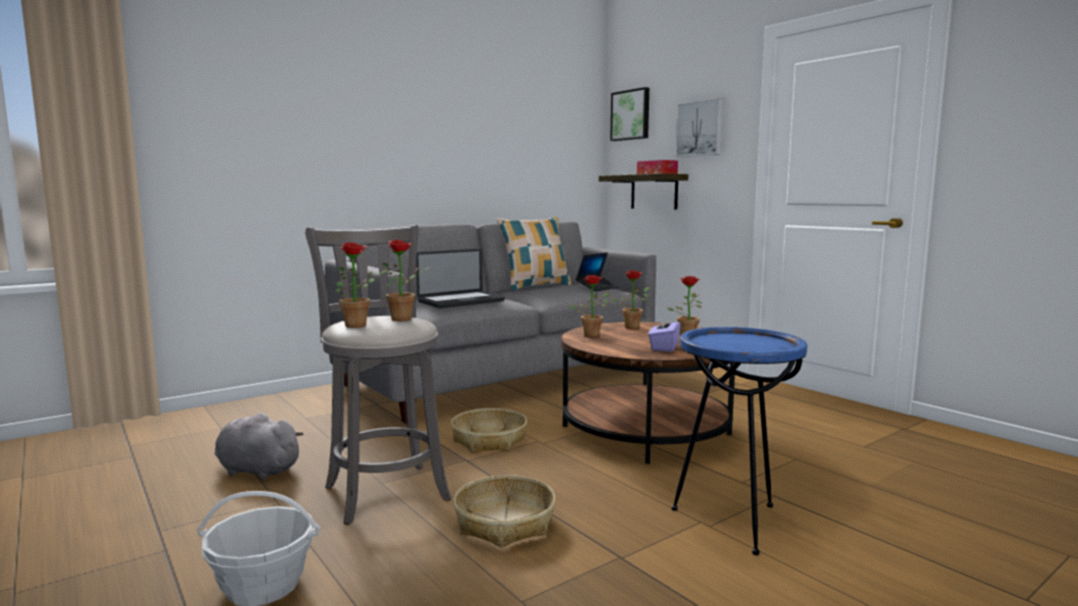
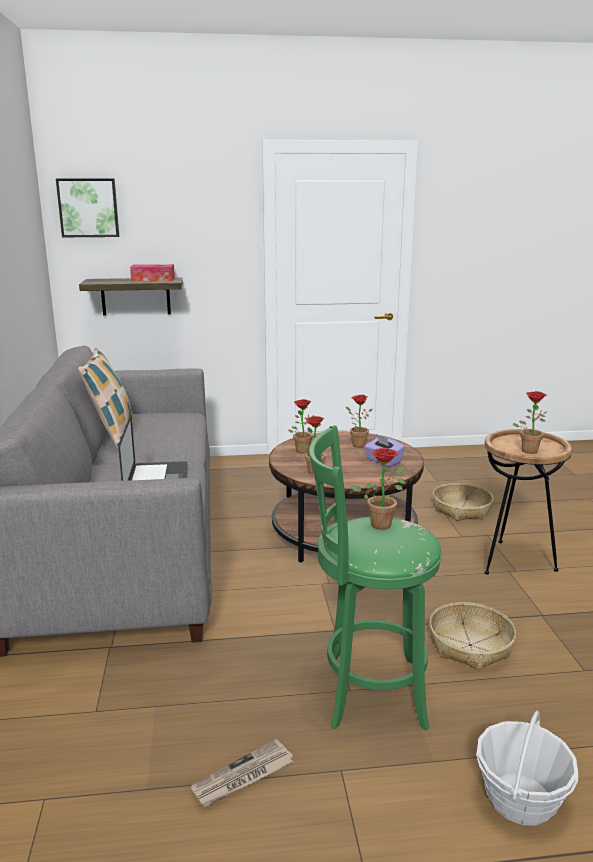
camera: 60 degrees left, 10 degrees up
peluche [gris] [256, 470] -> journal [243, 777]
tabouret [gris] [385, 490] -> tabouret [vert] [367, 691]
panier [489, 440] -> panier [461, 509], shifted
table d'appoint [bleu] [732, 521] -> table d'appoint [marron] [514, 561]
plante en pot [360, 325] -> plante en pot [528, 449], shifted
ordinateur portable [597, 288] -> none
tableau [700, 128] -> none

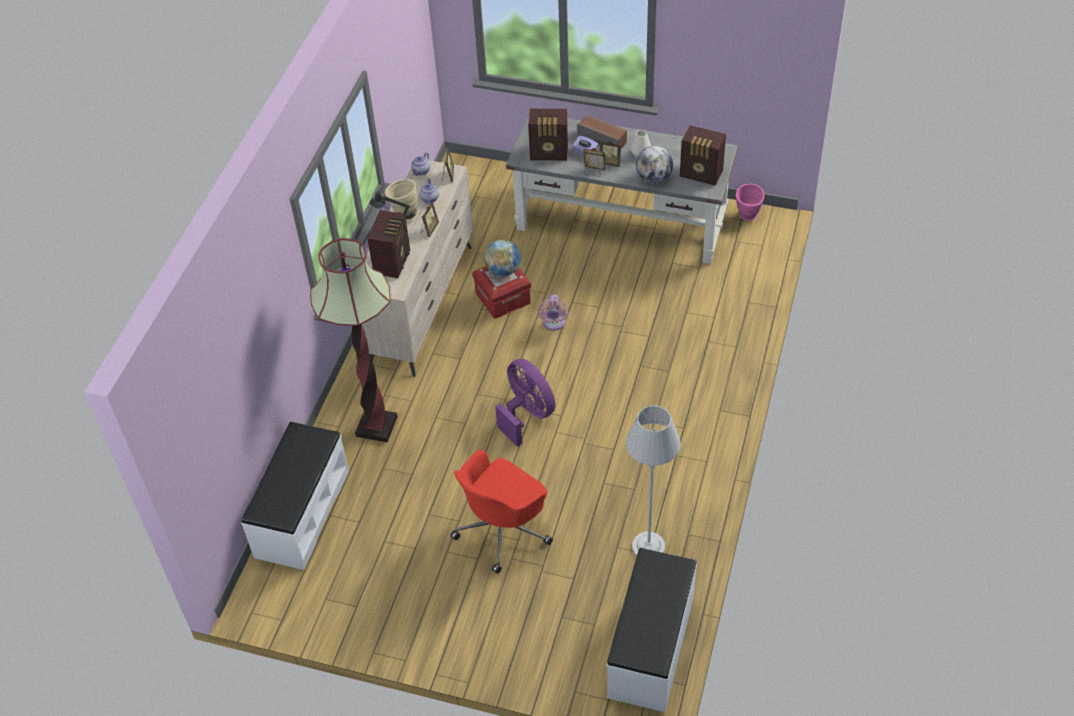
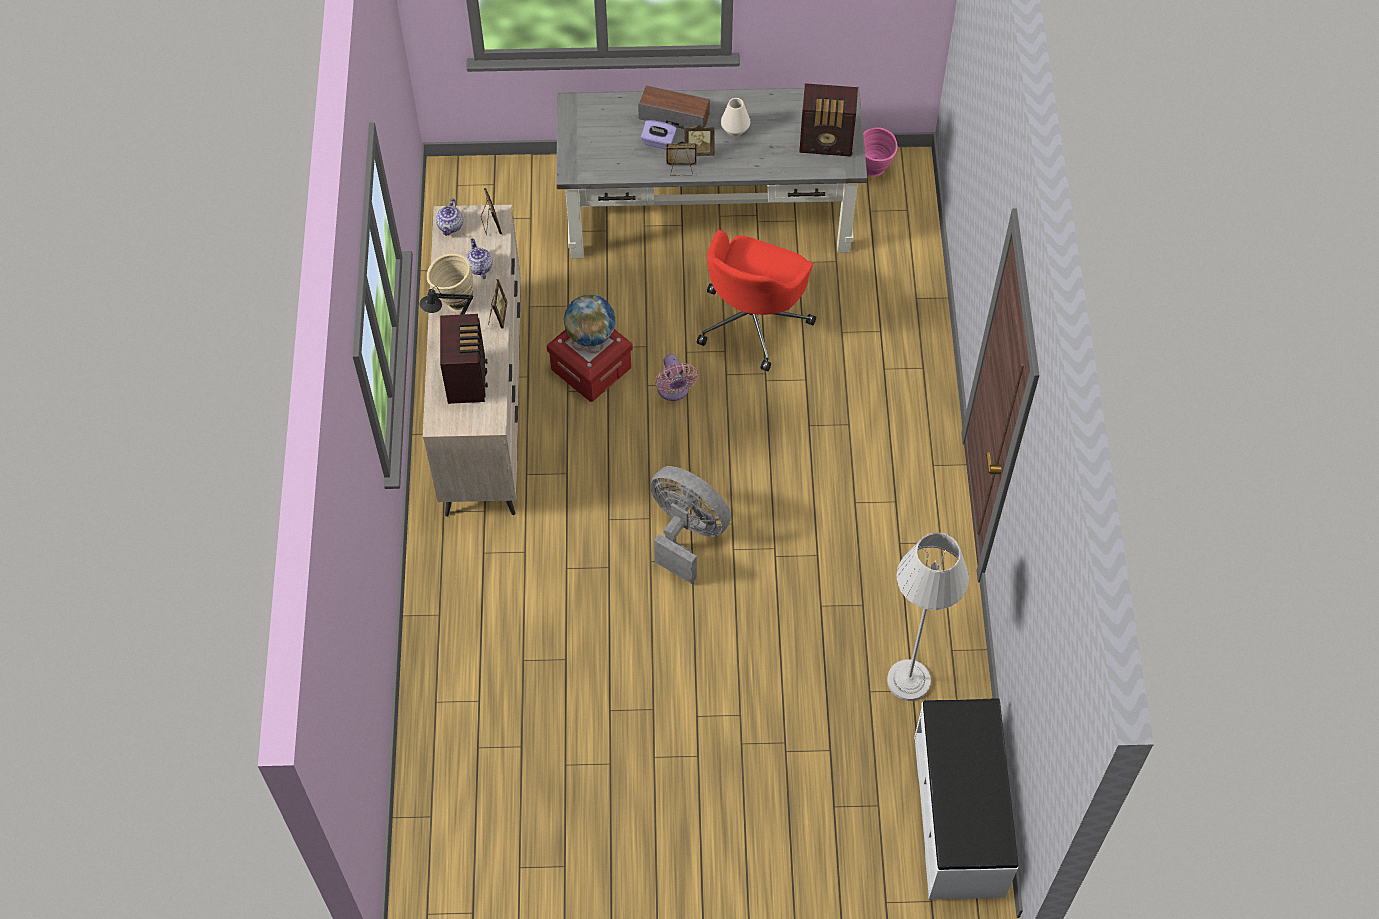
camera: 20 degrees left, 10 degrees up
ventilateur [violet] [527, 414] -> ventilateur [gris] [686, 533]
chaise de bureau [rouge] [503, 530] -> chaise de bureau [rouge] [754, 320], shifted
banc [blanc] [301, 513] -> none
lampadaire [377, 426] -> none
radio [550, 153] -> none
globe [654, 178] -> none

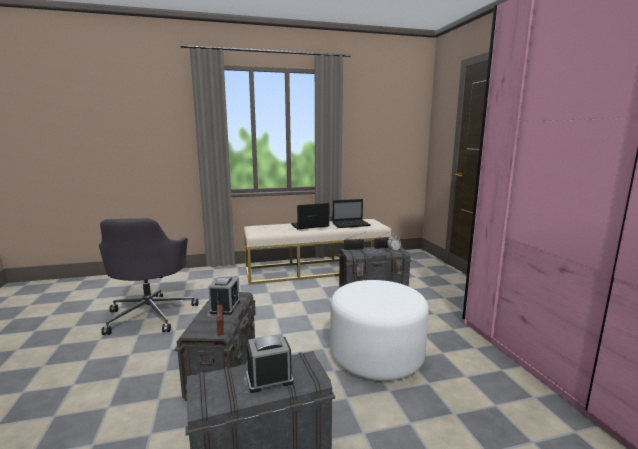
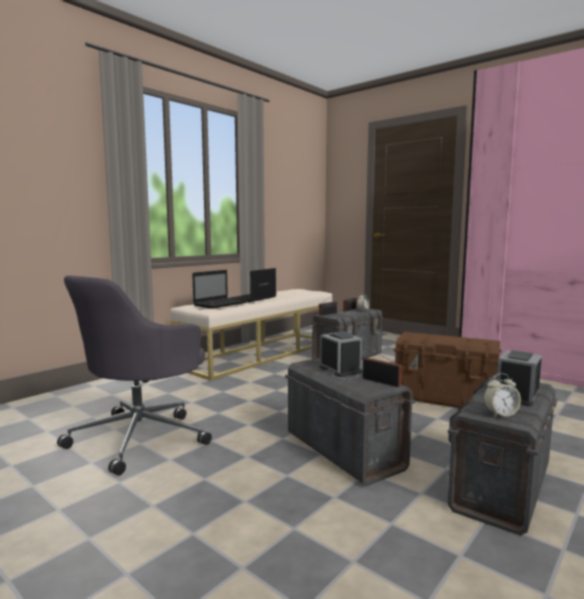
camera: 35 degrees left, 5 degrees down
chaise de bureau [gris] [151, 314] -> chaise de bureau [gris] [141, 437], 75 degrees clockwise
ordinateur portable [351, 224] -> ordinateur portable [221, 304], shifted
pouf [blanc] [376, 355] -> boîte de rangement [marron] [445, 399]
none -> réveil [500, 414]

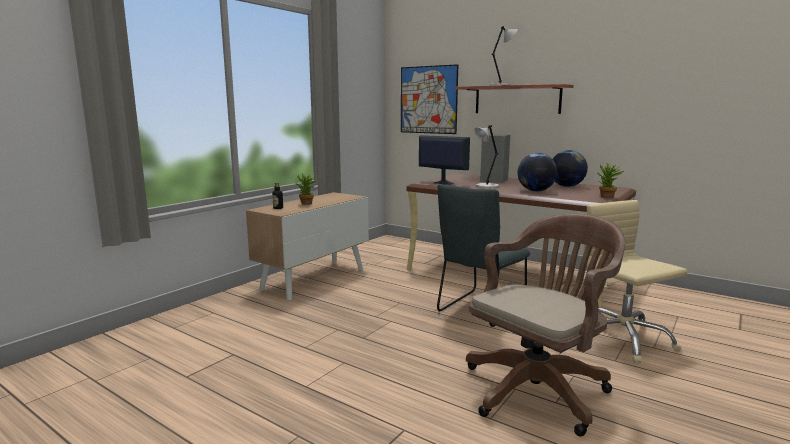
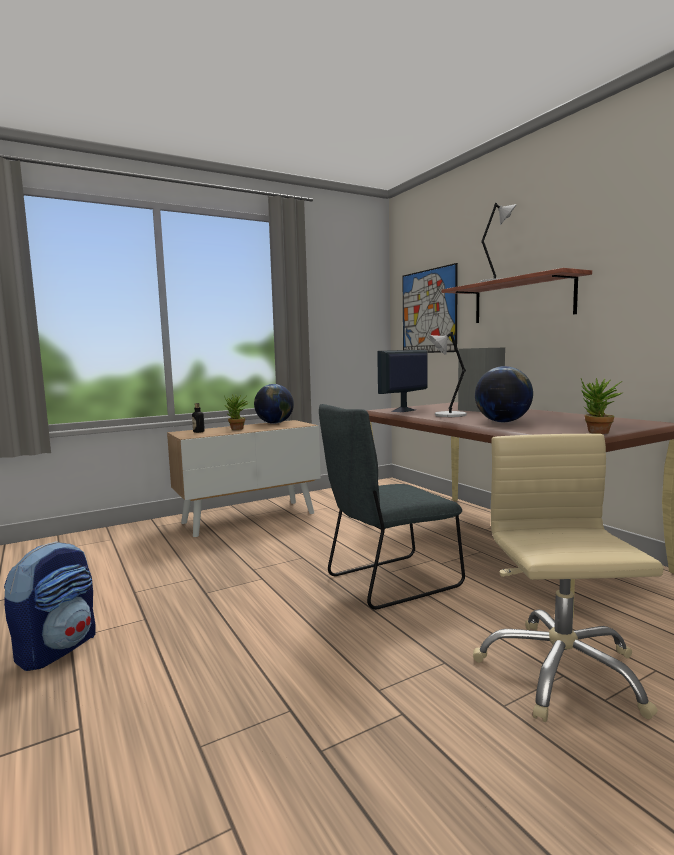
camera: 25 degrees right, 5 degrees down
none -> sac à dos [58, 648]
globe [566, 186] -> globe [274, 423], shifted
écran d'ordinateur [442, 183] -> écran d'ordinateur [403, 410], 105 degrees counterclockwise
chaise de bureau [marron] [539, 388] -> none

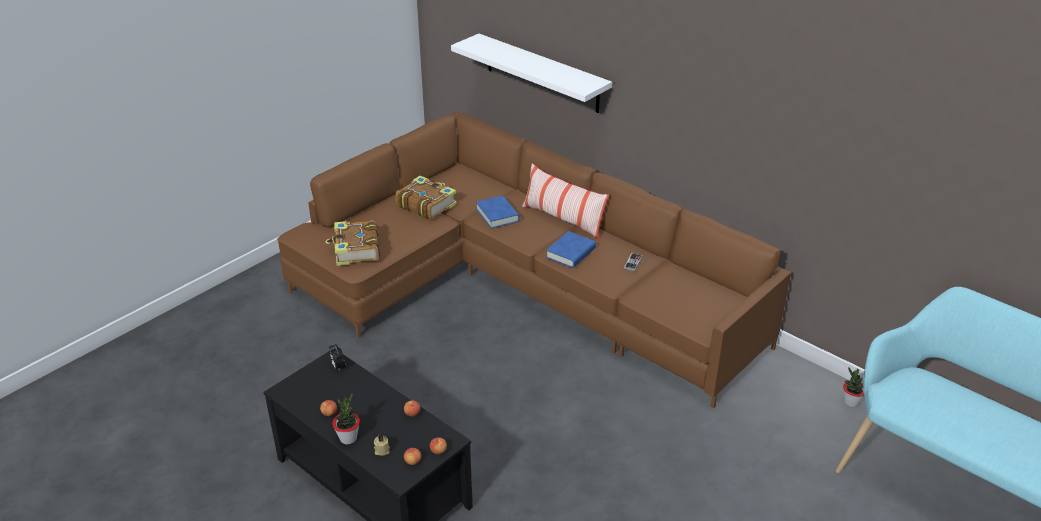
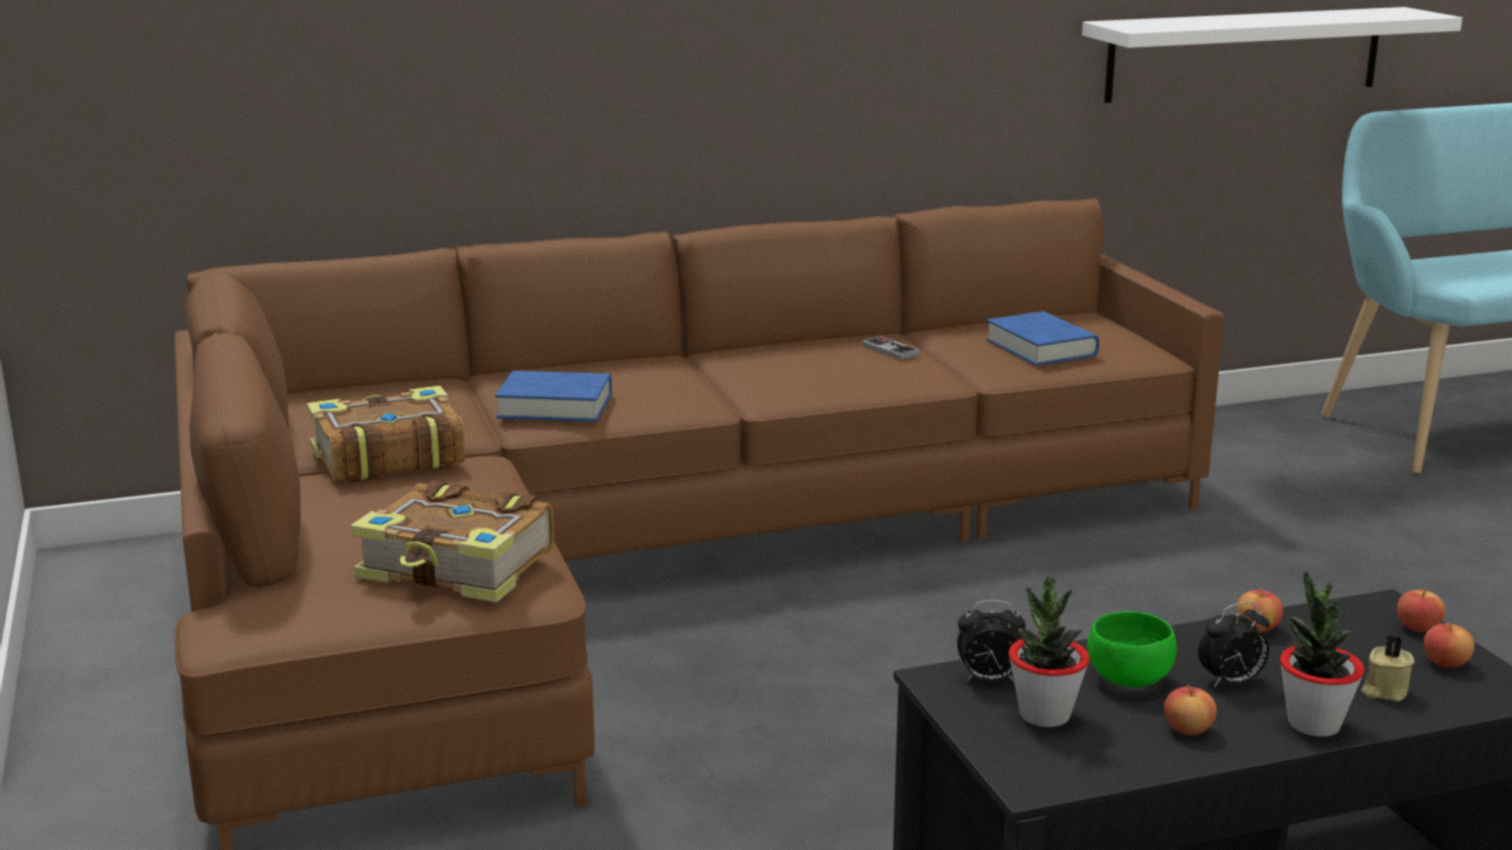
camera: 60 degrees left, 15 degrees down
livre [bleu] [570, 253] -> livre [bleu] [1041, 348], shifted
plante en pot [851, 402] -> plante en pot [1044, 715], shifted
étagère [blanc] [542, 73] -> étagère [blanc] [1244, 54], shifted
none -> bol [vert] [1125, 680]
none -> réveil [1231, 682]
coussin [563, 219] -> none

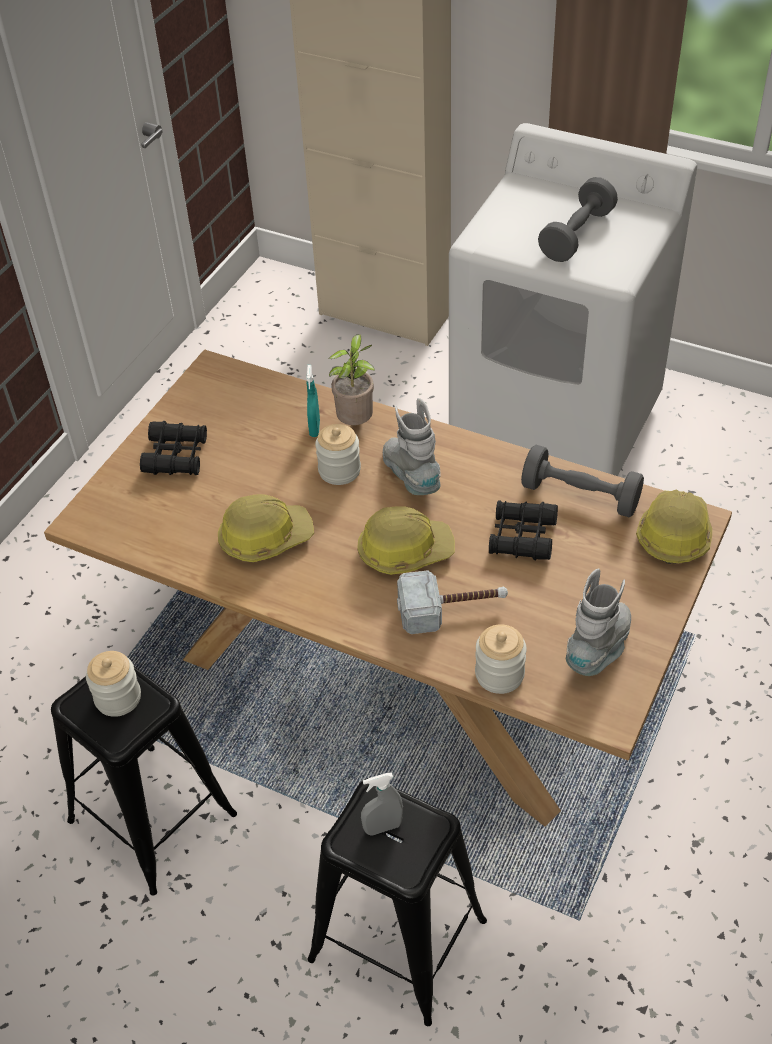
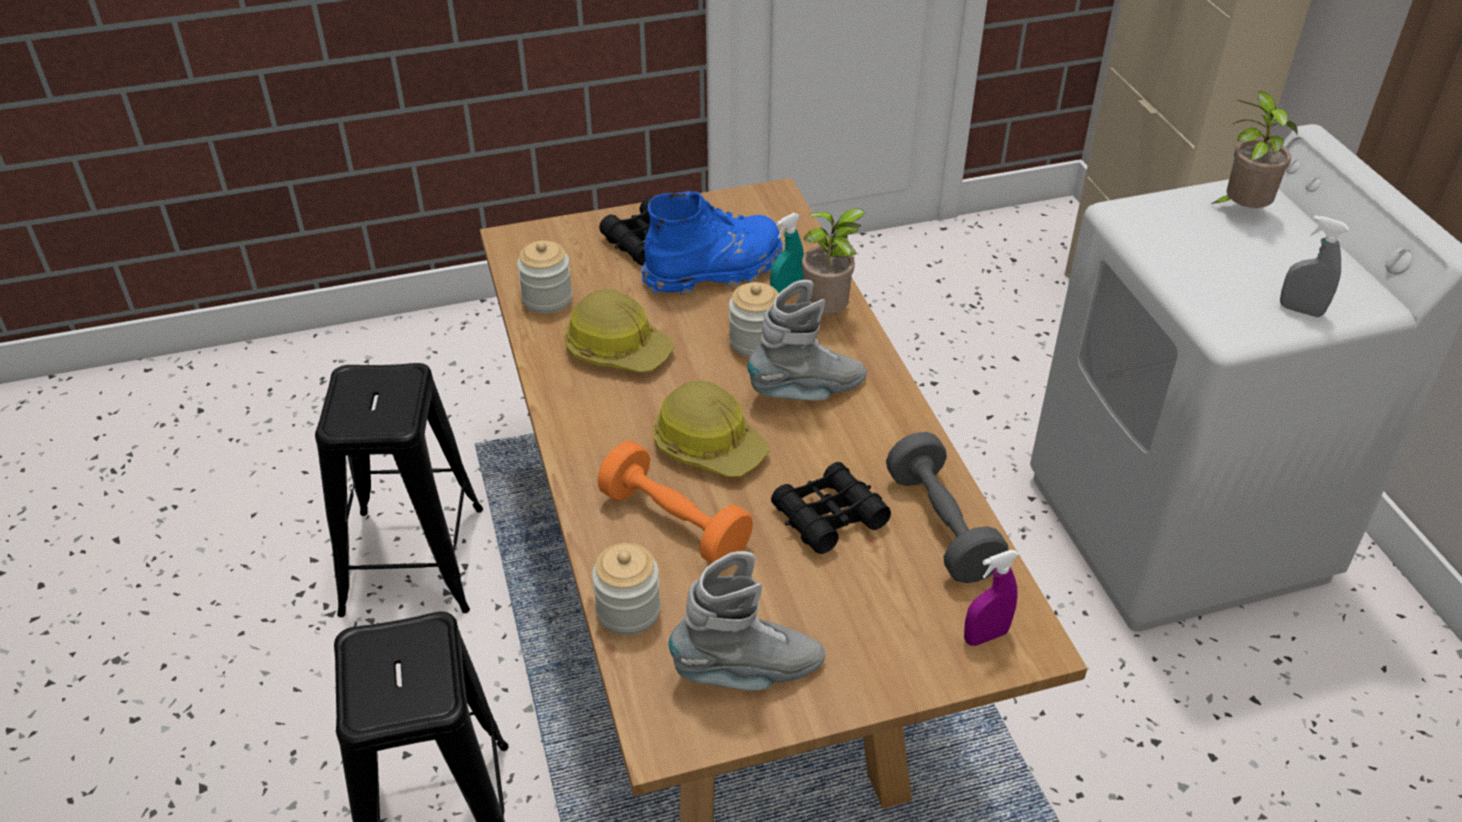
camera: 45 degrees right, 5 degrees down
bocal [118, 698] -> bocal [547, 299], shifted
marteau [452, 608] -> haltère [orange] [674, 523]
none -> botte [bleu] [714, 271]
botte [gris] [411, 477] -> botte [gris] [808, 391], 45 degrees clockwise
casque de chantier [673, 534] -> vaporisateur [violet] [985, 636]
none -> plante en pot [1241, 211]
vaporisateur [gris] [383, 827] -> vaporisateur [gris] [1300, 310], shifted
haltère [gris] [576, 235] -> none

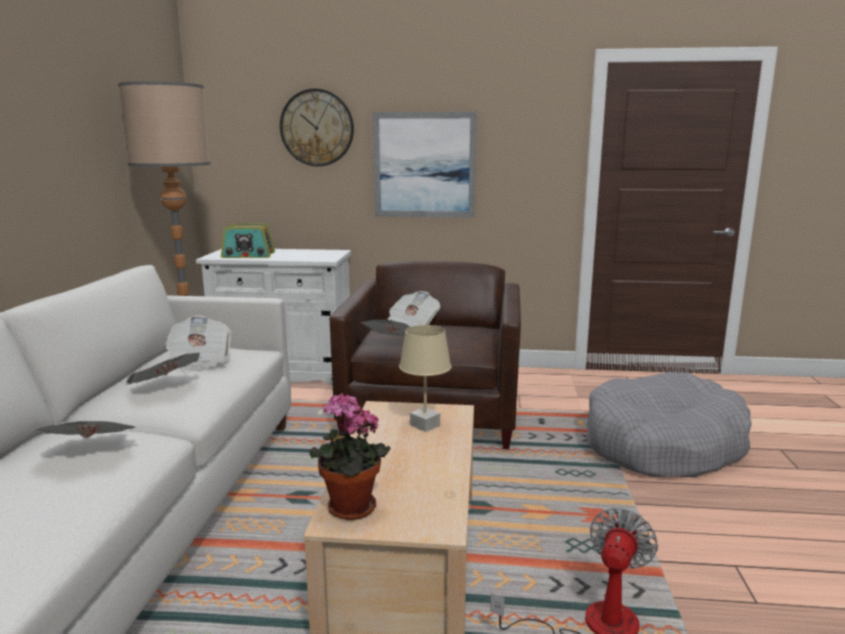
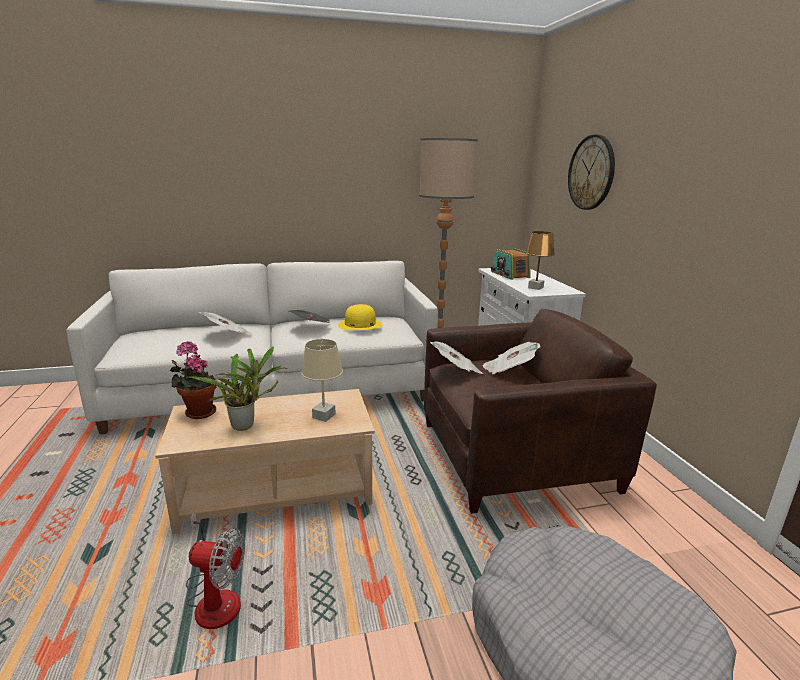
camera: 70 degrees right, 5 degrees up
none -> plante en pot [246, 425]
journal [200, 360] -> chapeau [jaune] [360, 325]
none -> lampe de table [marron] [535, 287]
tableau [424, 165] -> none

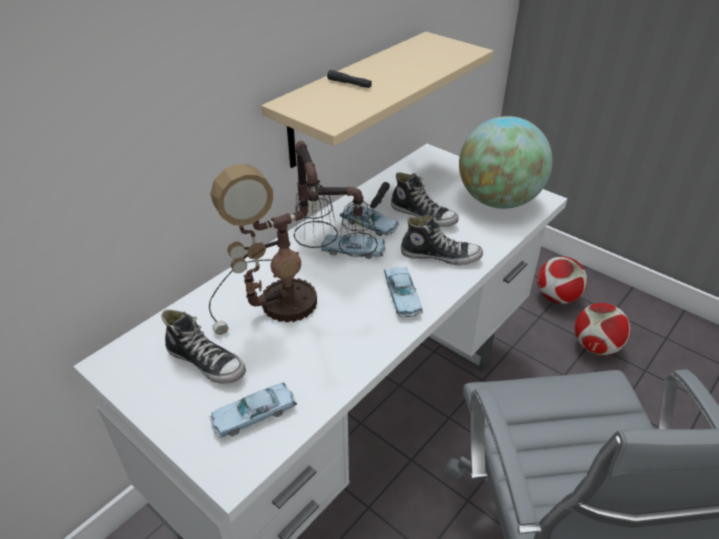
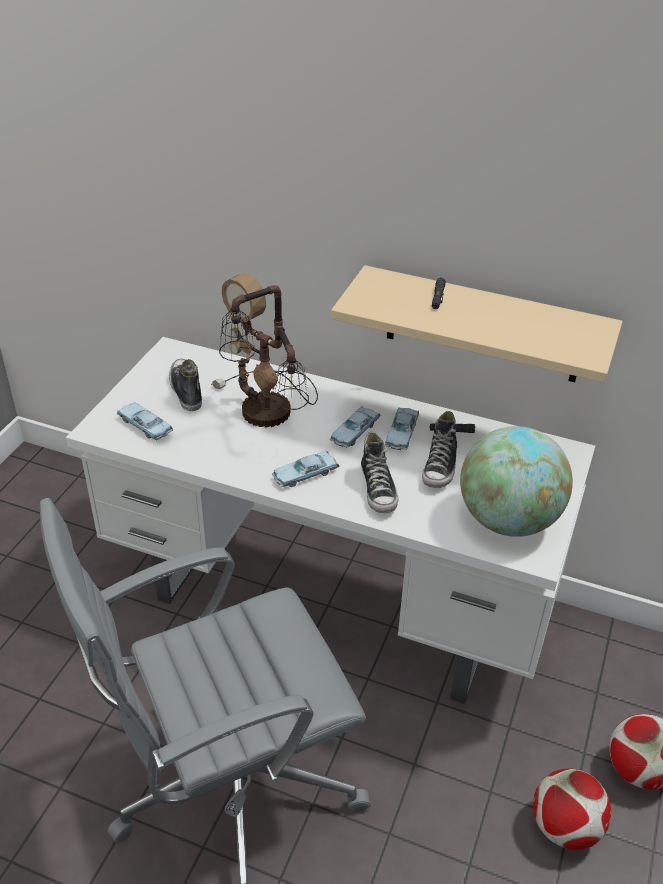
camera: 70 degrees right, 0 degrees up
chaussure [207, 362] -> chaussure [186, 390], 150 degrees clockwise
petite voiture [bleu] [353, 251] -> petite voiture [bleu] [354, 431], 135 degrees counterclockwise

